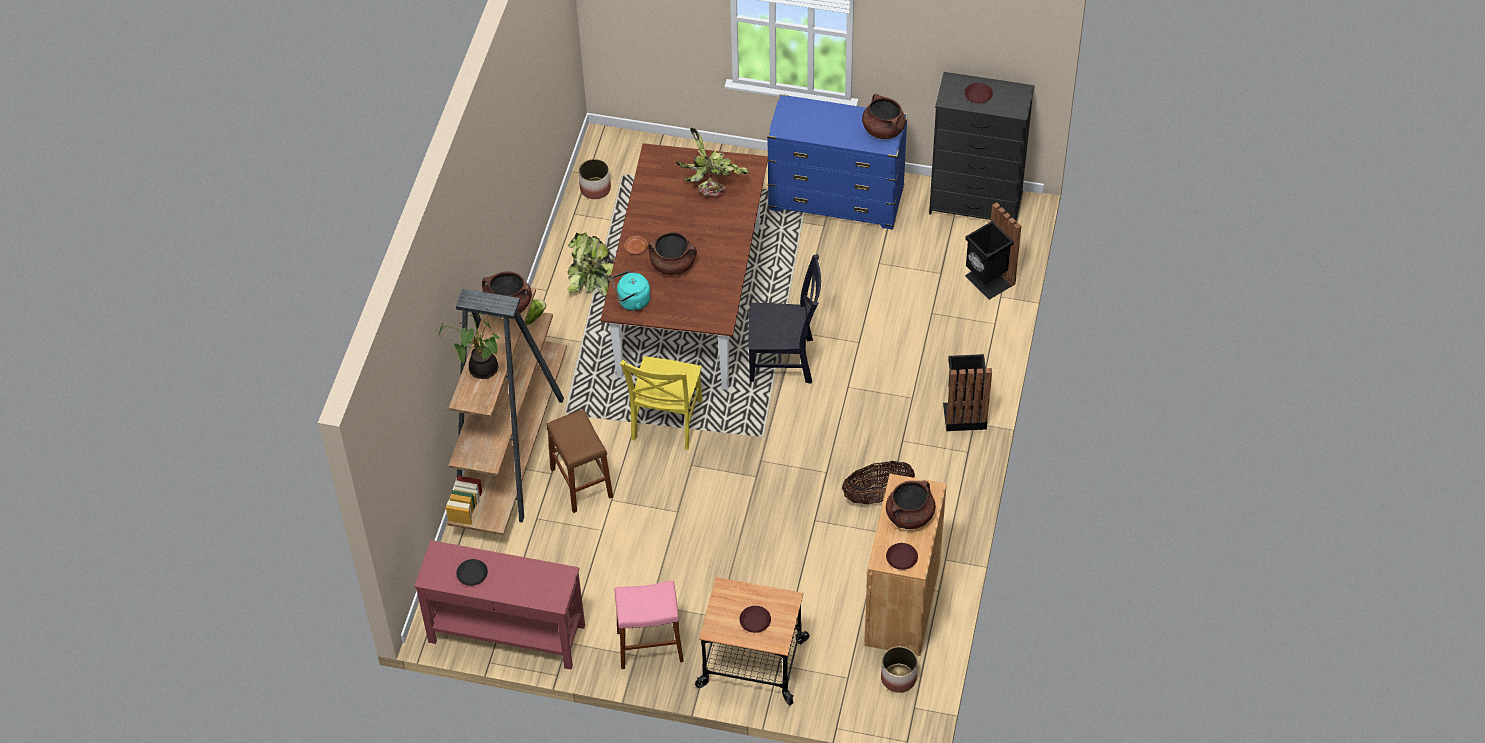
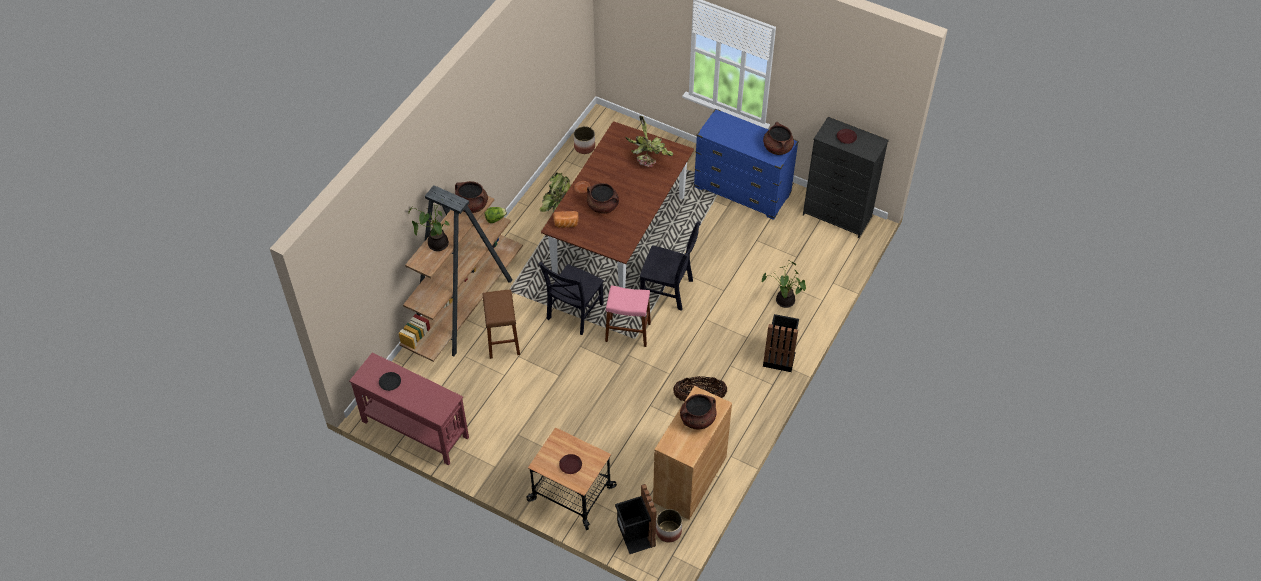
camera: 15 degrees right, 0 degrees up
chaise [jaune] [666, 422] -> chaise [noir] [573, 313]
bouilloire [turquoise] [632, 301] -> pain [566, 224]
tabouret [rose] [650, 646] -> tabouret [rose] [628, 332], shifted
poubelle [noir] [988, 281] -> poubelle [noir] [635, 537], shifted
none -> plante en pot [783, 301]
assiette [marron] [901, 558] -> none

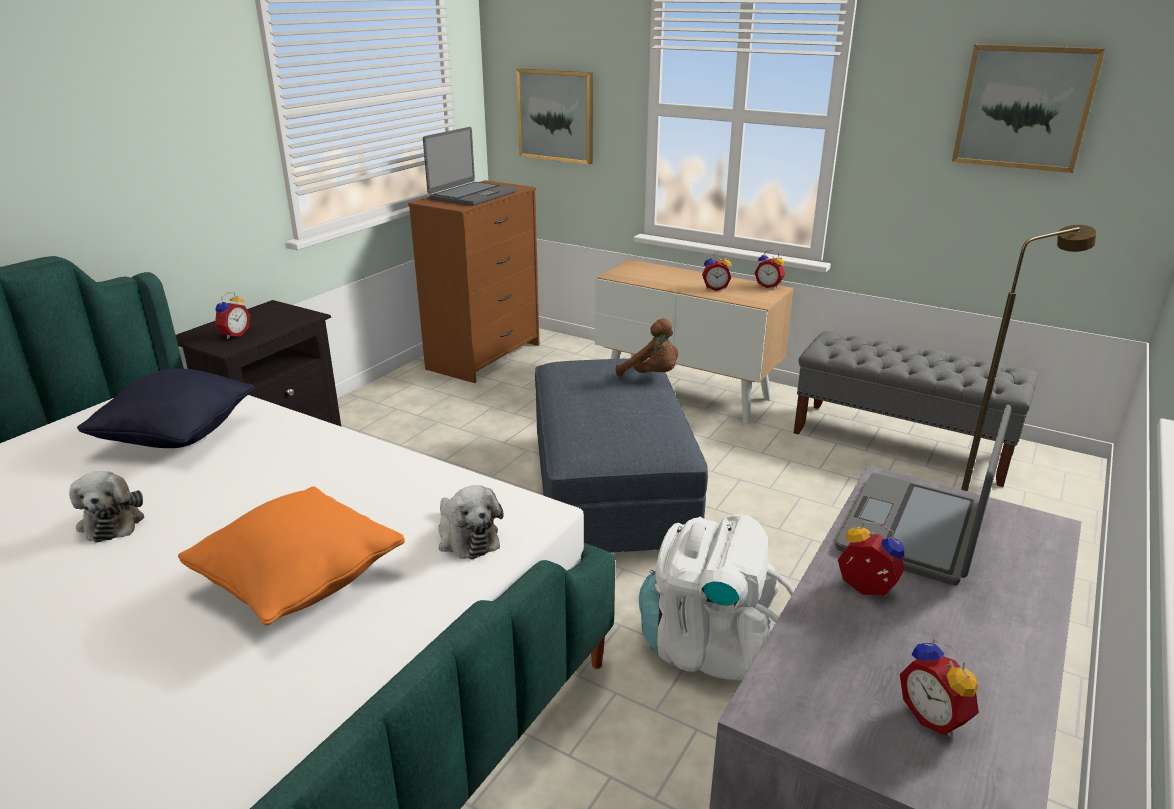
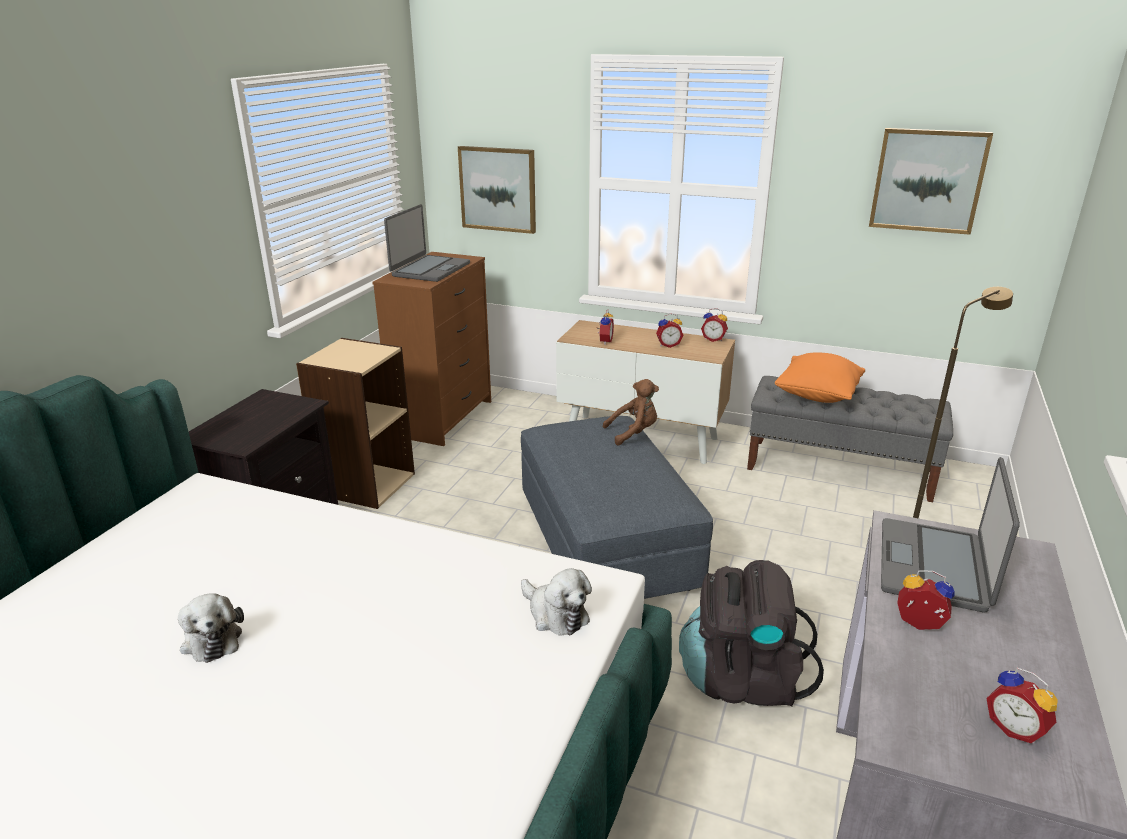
camera: 10 degrees left, 0 degrees up
none -> bibliothèque [beige] [366, 484]
réveil [234, 334] -> réveil [604, 341], shifted
peluche [marron] [652, 375] -> peluche [marron] [634, 433], 45 degrees counterclockwise
sac à dos [blanc] [709, 648] -> sac à dos [noir] [742, 678]
coussin [orange] [300, 584] -> coussin [orange] [817, 396], shifted
coussin [noir] [177, 436] -> none

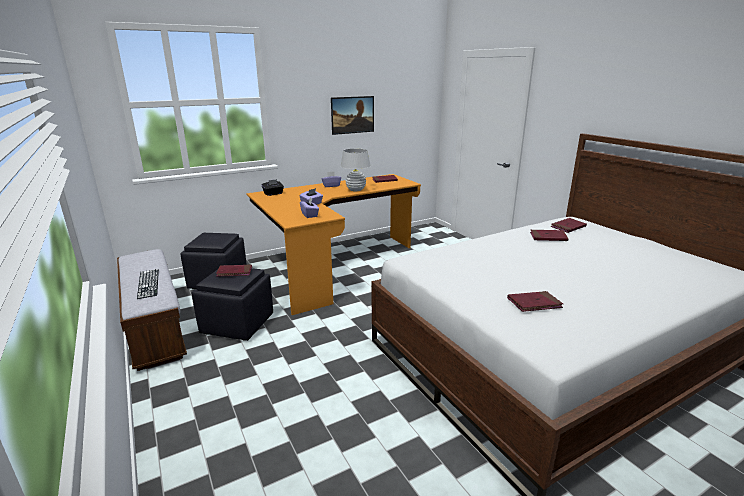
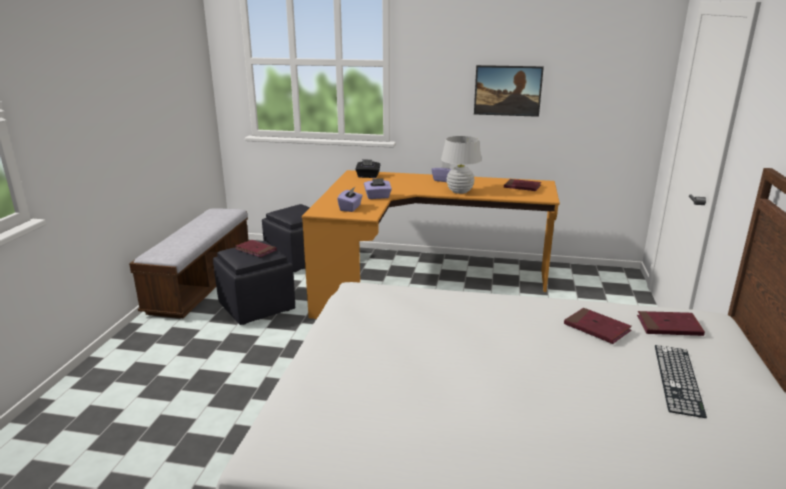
camera: 40 degrees right, 0 degrees up
clavier [148, 283] -> clavier [678, 379], shifted
livre [rouge] [534, 303] -> none

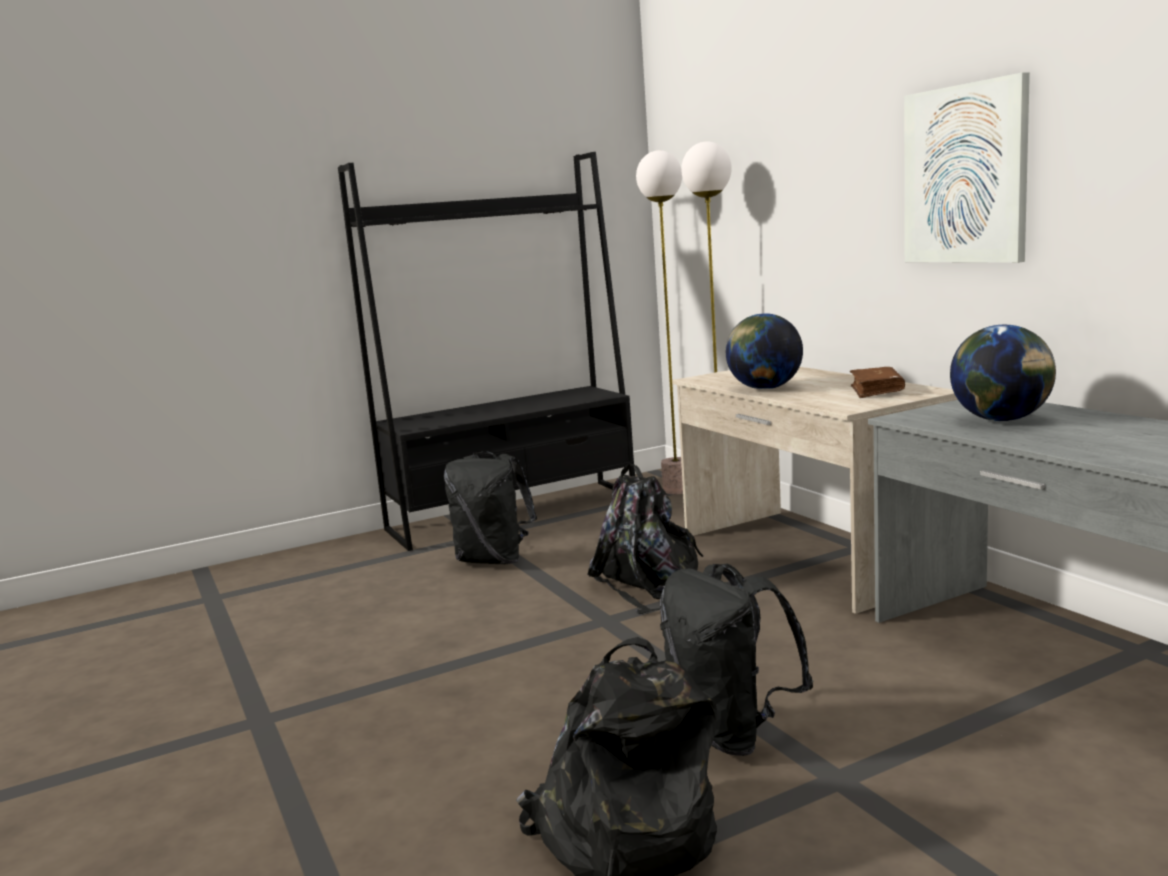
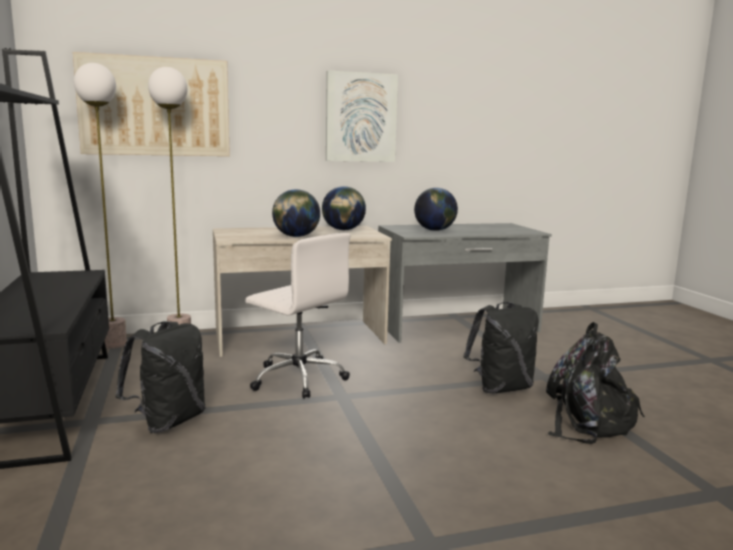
camera: 80 degrees left, 0 degrees up
none -> tableau [155, 107]
sac à dos [noir] [649, 586] -> chaise de bureau [blanc] [298, 378]
livre [marron] [876, 391] -> globe [343, 230]

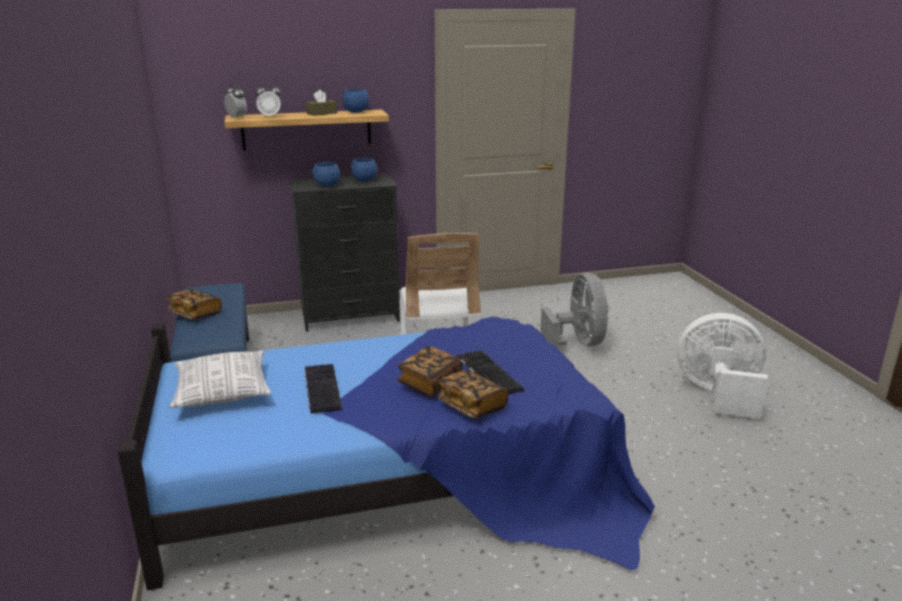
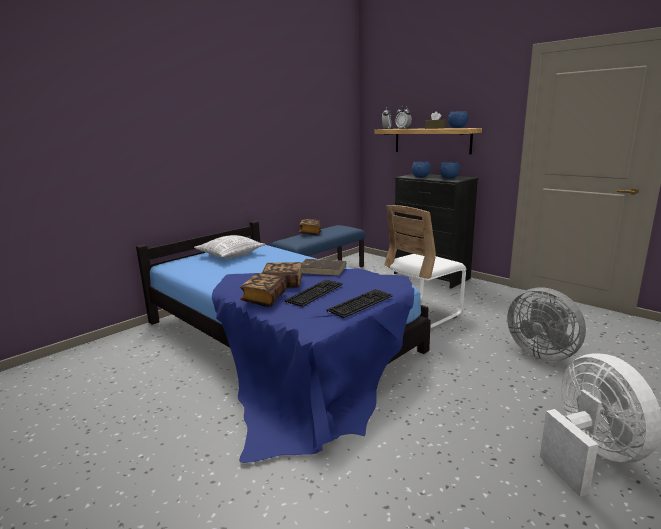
camera: 60 degrees right, 5 degrees down
none -> livre [marron] [322, 269]
clavier [321, 388] -> clavier [360, 303], shifted
ventilateur [gris] [577, 344] -> ventilateur [gris] [542, 353], 90 degrees clockwise

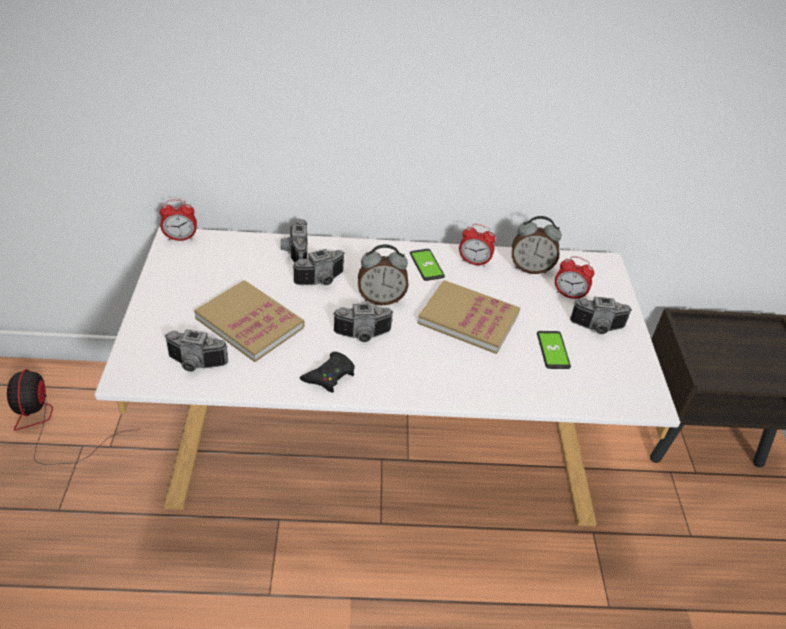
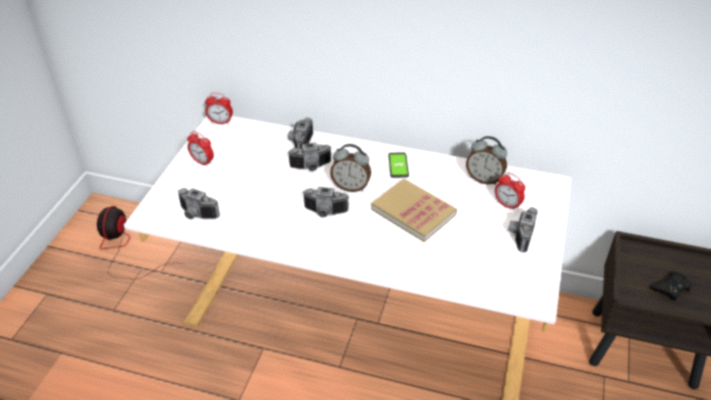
camera: 20 degrees right, 0 degrees up
réveil [474, 262] -> réveil [202, 162], shifted
appareil photo [597, 328] -> appareil photo [519, 235], 90 degrees clockwise
manette [noir] [329, 375] -> manette [noir] [670, 288], shifted
livre [250, 323] -> none
téléphone [553, 350] -> none

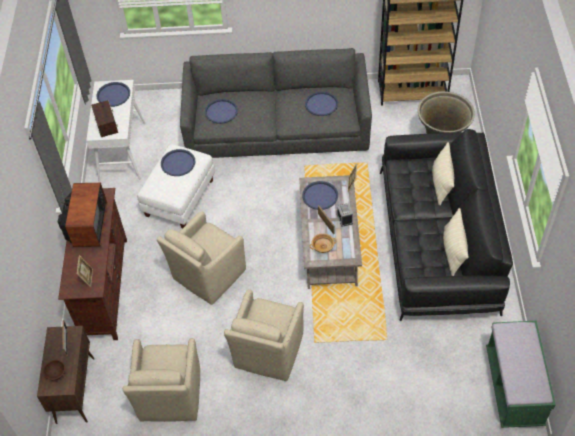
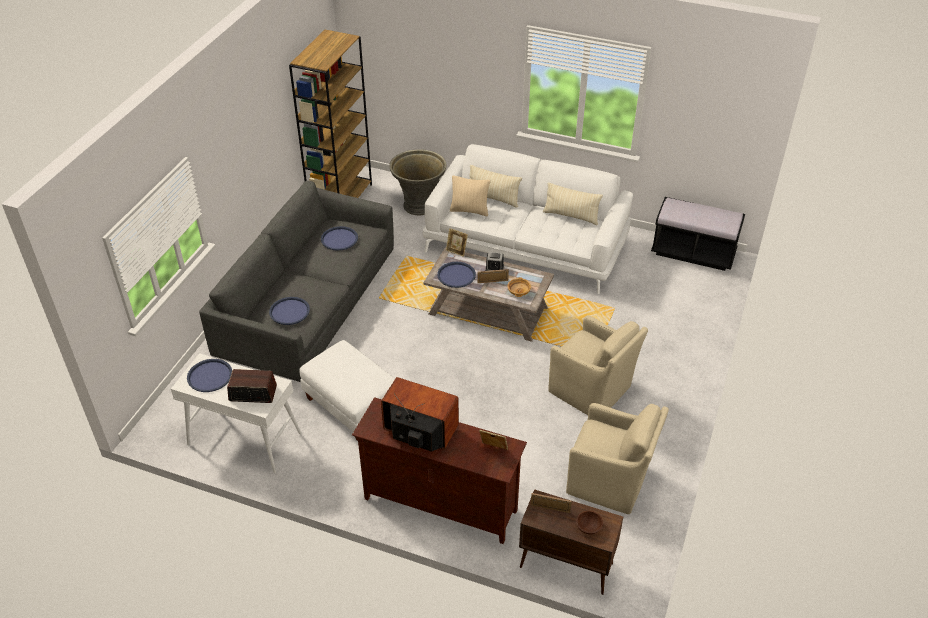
camera: 70 degrees left, 10 degrees down
canapé [noir] [437, 241] -> canapé [blanc] [527, 244]
none -> coussin [beige] [469, 210]
banc [vert] [514, 387] -> banc [noir] [693, 253]
fauteuil [beige] [207, 276] -> none
plateau [bleu] [178, 163] -> none

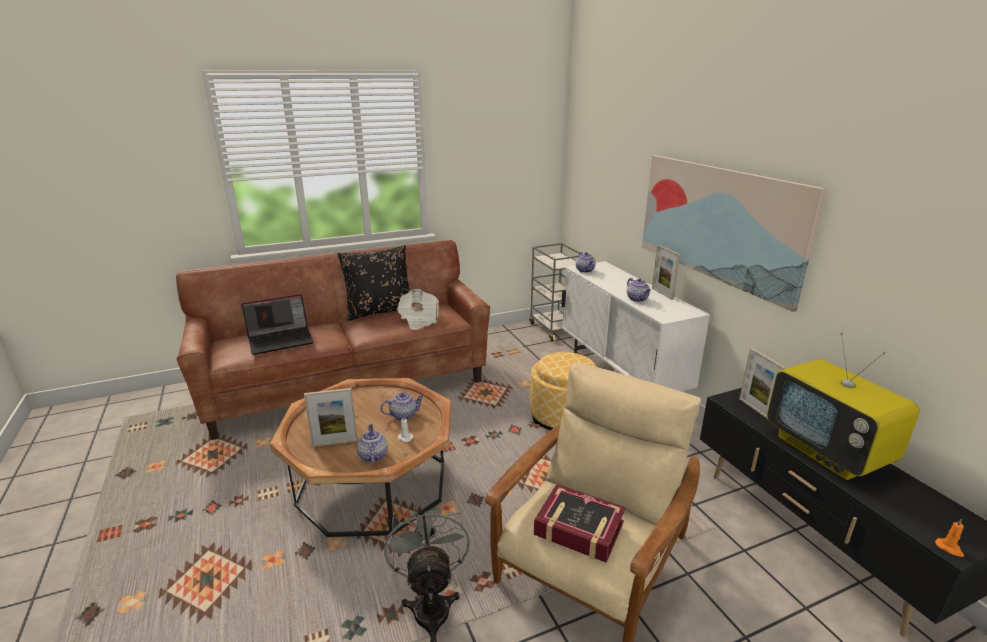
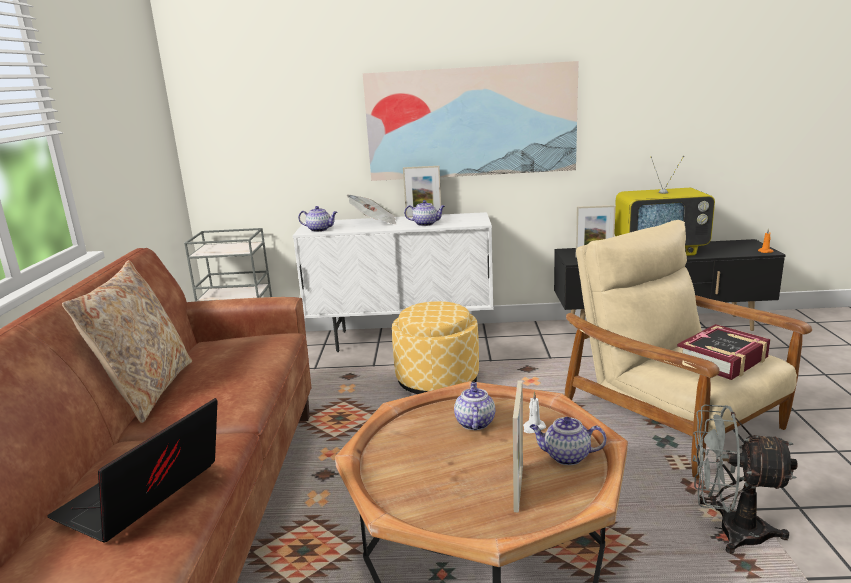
camera: 65 degrees left, 5 degrees down
ordinateur portable [281, 340] -> ordinateur portable [142, 496], 150 degrees counterclockwise
coussin [noir] [379, 311] -> coussin [beige] [147, 390]
journal [419, 320] -> journal [374, 223], shifted

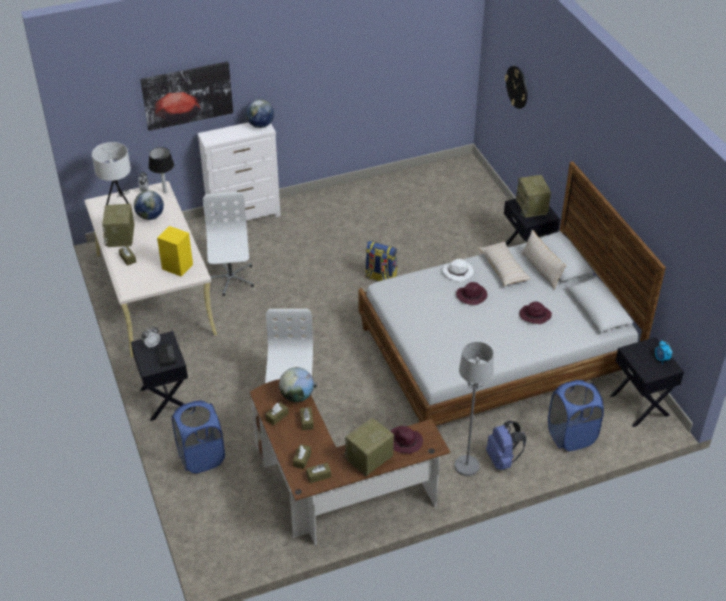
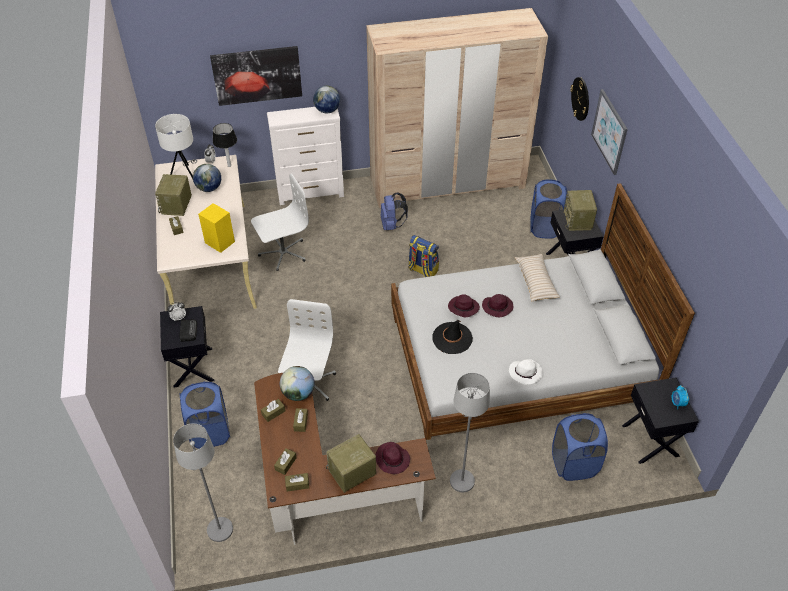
camera: 10 degrees right, 5 degrees up
none -> lampadaire [gris] [219, 530]
chaise de bureau [blanc] [230, 278] -> chaise de bureau [blanc] [283, 253], 60 degrees clockwise
none -> armoire [beige] [447, 182]
sac à dos [bleu] [502, 460] -> sac à dos [bleu] [392, 225], shifted
none -> chapeau [noir] [452, 338]
chapeau [violet] [534, 316] -> chapeau [violet] [463, 308], shifted
chapeau [blanc] [458, 272] -> chapeau [blanc] [526, 372], shifted
none -> panier à linge [bleu] [544, 227]
none -> tableau [609, 131]
coussin [beige] [541, 269] -> none

